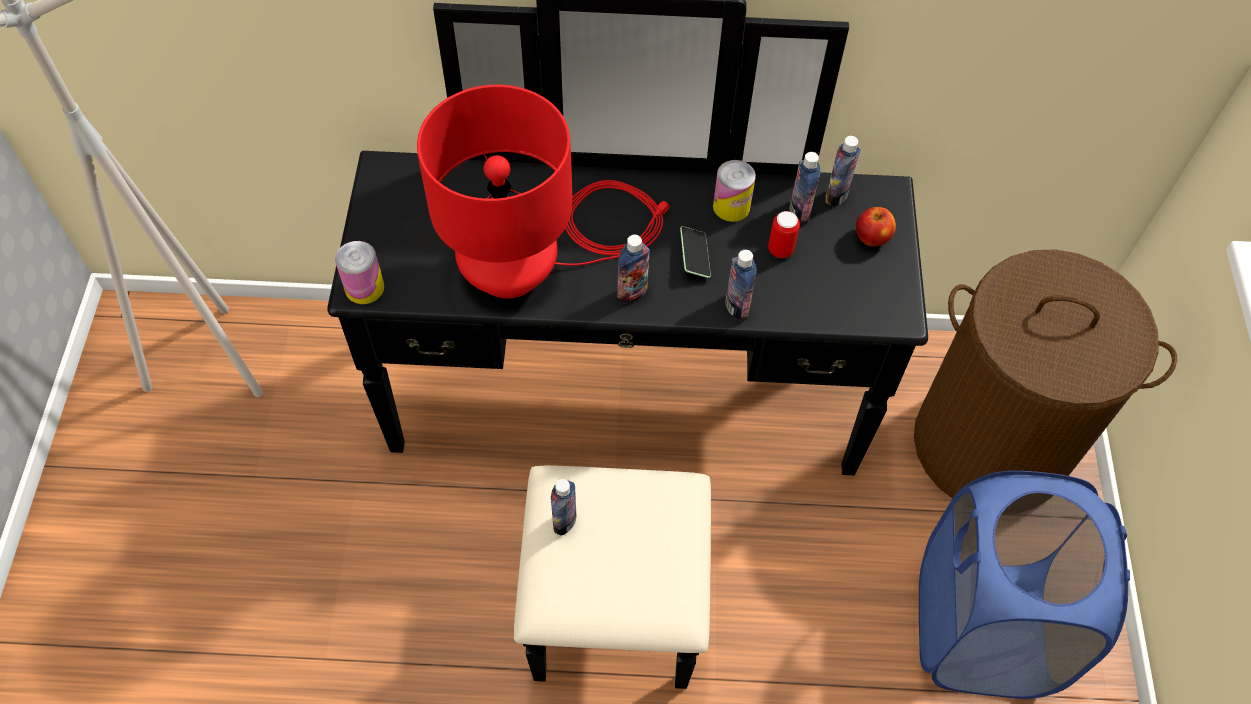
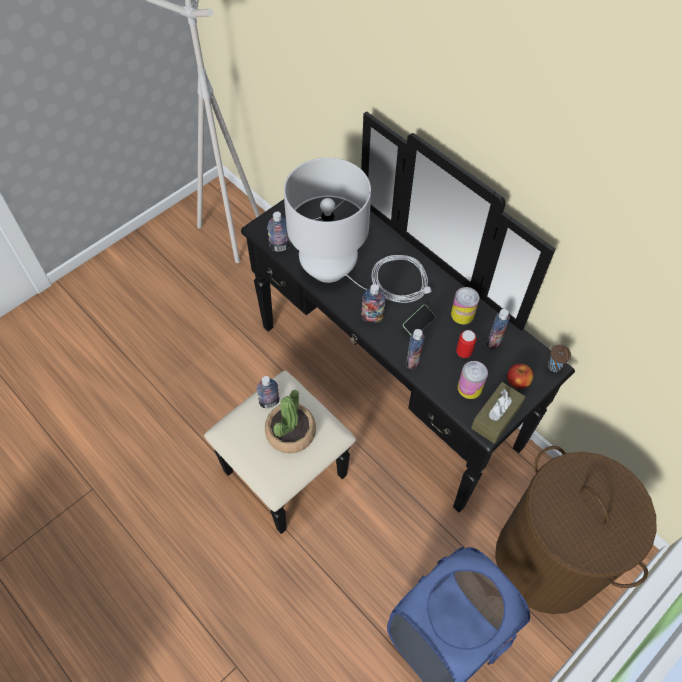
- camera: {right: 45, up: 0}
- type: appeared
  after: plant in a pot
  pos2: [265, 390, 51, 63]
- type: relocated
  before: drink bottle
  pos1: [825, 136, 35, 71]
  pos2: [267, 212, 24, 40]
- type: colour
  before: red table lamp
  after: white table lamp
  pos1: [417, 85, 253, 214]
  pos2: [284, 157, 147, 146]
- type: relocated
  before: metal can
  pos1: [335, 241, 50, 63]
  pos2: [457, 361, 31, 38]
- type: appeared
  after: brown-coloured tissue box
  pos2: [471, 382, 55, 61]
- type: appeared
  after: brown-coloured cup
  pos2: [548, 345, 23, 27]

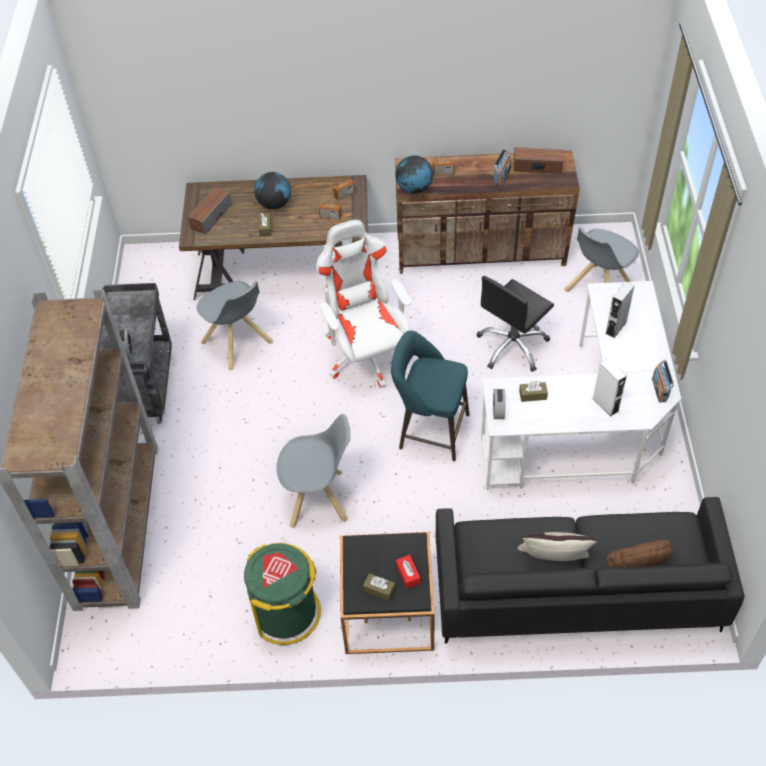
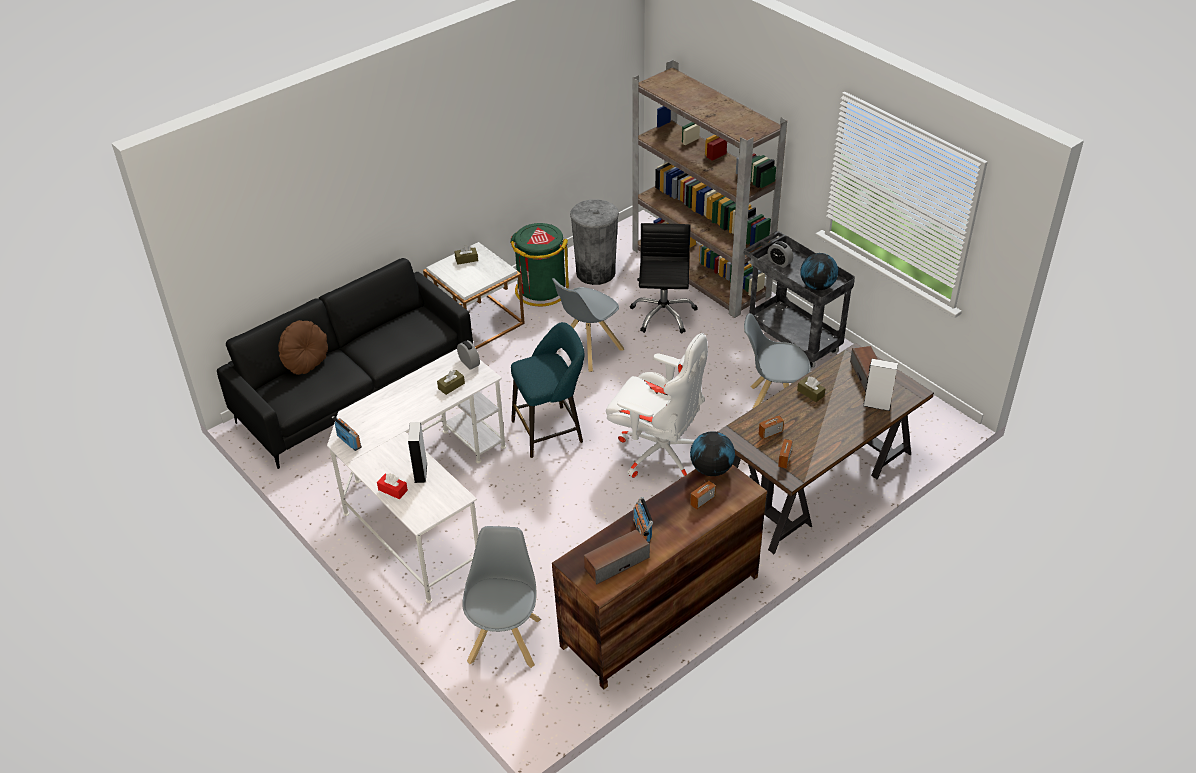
- camera: {right: 140, up: -10}
- type: relocated
  before: red tissue box
  pos1: [396, 555, 25, 34]
  pos2: [377, 474, 31, 25]
- type: colour
  before: black accent table
  after: white accent table
  pos1: [340, 532, 95, 122]
  pos2: [423, 242, 102, 107]
- type: appeared
  after: grey waste bin
  pos2: [570, 199, 49, 86]
- type: relocated
  before: black office chair
  pos1: [477, 276, 77, 96]
  pos2: [630, 223, 68, 111]
- type: relocated
  before: globe
  pos1: [254, 172, 37, 37]
  pos2: [800, 253, 38, 37]
- type: relocated
  before: white speaker
  pos1: [592, 359, 35, 57]
  pos2: [863, 359, 35, 52]
- type: missing
  before: throw pillow
  pos1: [517, 532, 80, 29]

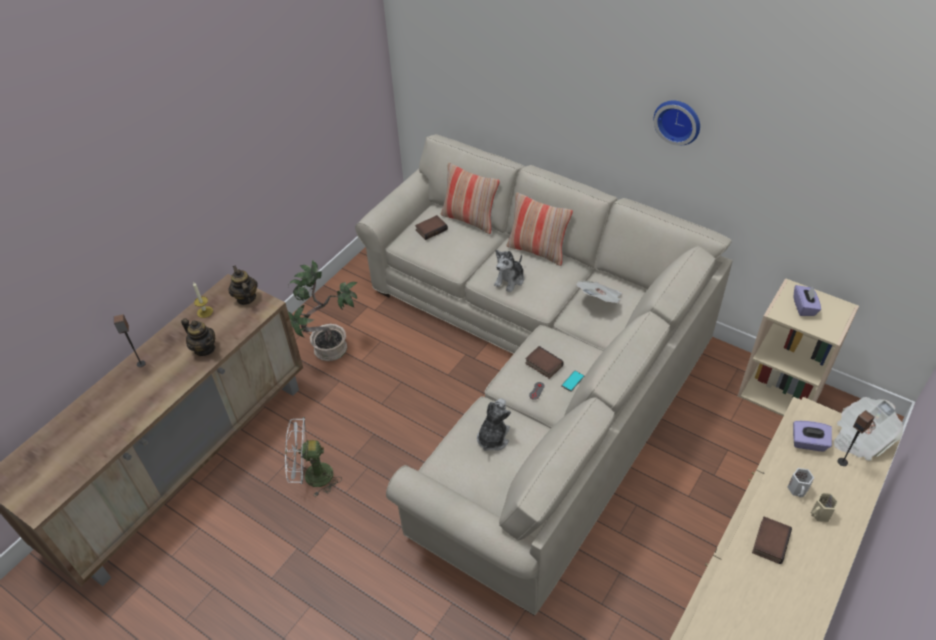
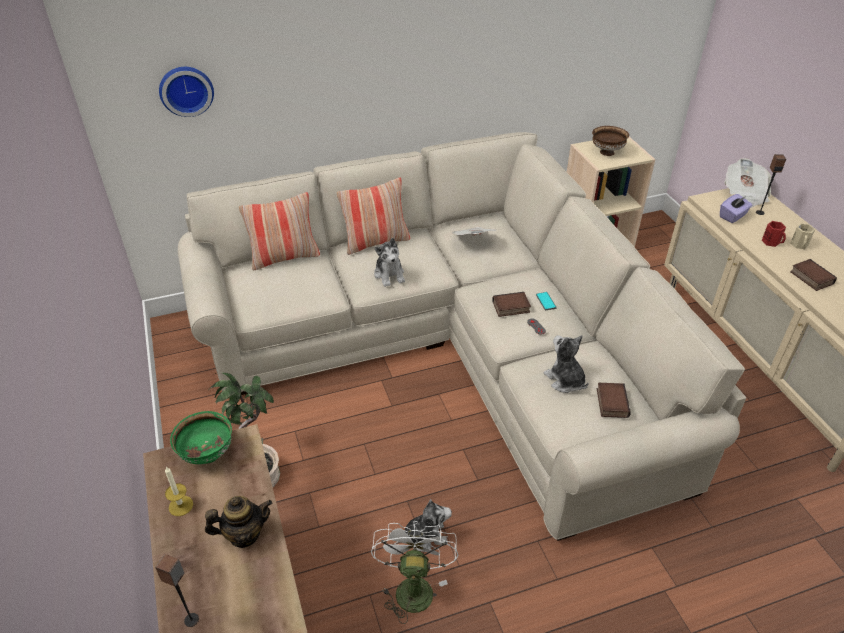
- camera: {right: -55, up: -5}
- type: relocated
  before: clock on the wall
  pos1: [654, 100, 46, 46]
  pos2: [159, 67, 55, 50]
- type: exchanged
  before: pot for tea
  after: green-coloured bowl
  pos1: [229, 265, 29, 40]
  pos2: [170, 411, 62, 53]
- type: spun
  before: white electric fan
  pos1: [285, 417, 57, 79]
  pos2: [371, 521, 87, 103]
  turn: 150
- type: appeared
  after: plush toy
  pos2: [396, 499, 56, 53]
- type: exchanged
  before: purple-coloured tissue box
  after: brown-coloured bowl
  pos1: [794, 285, 27, 31]
  pos2: [592, 126, 37, 30]
- type: relocated
  before: volume
  pos1: [415, 215, 33, 25]
  pos2: [597, 383, 34, 35]
- type: colour
  before: white mug
  after: red mug
  pos1: [787, 468, 27, 30]
  pos2: [762, 221, 24, 26]

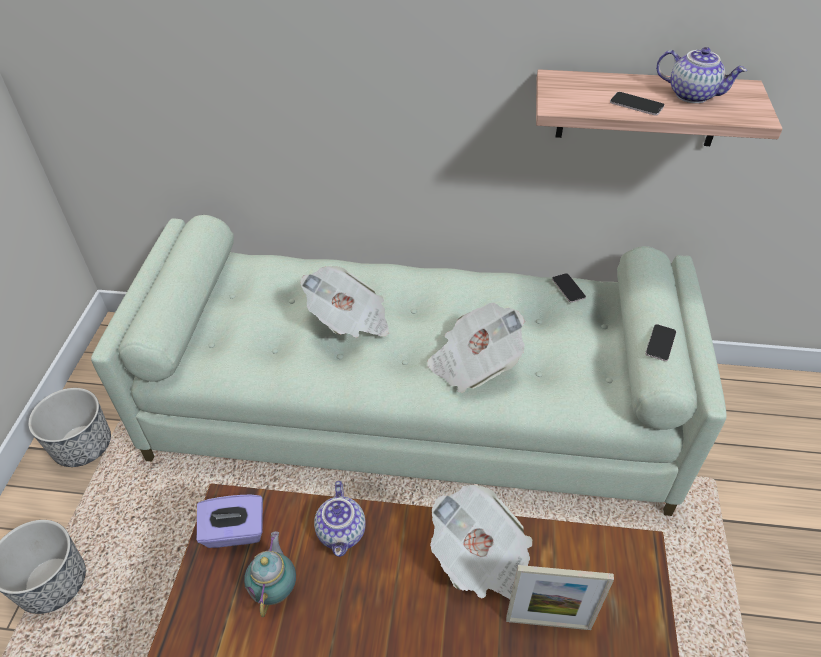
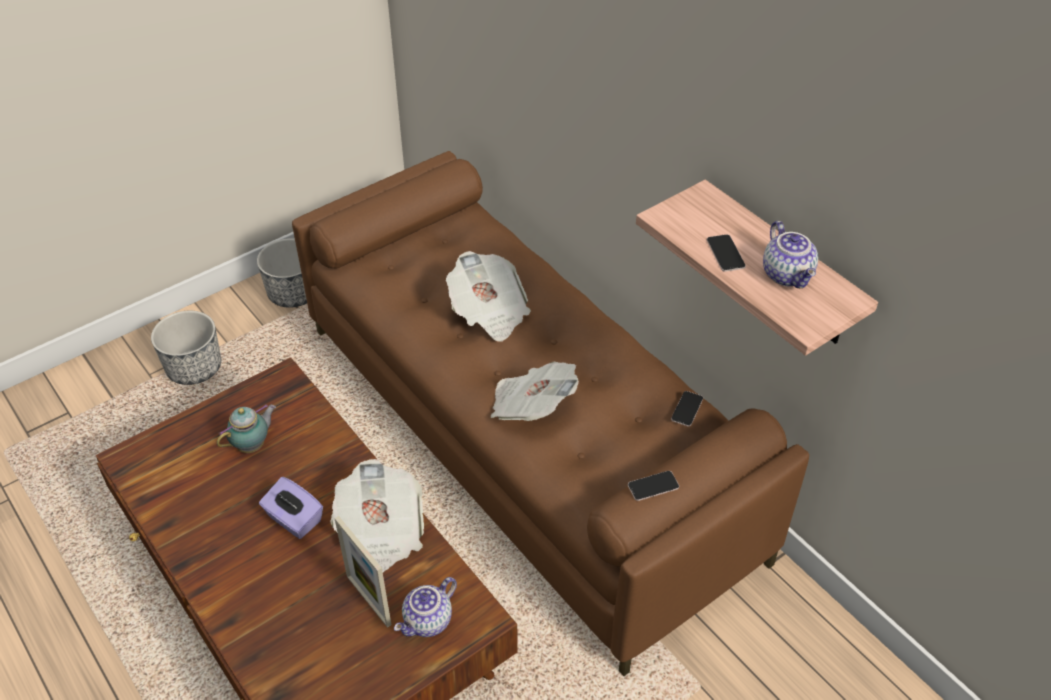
- camera: {right: 45, up: 0}
- type: relocated
  before: purple-coloured tissue box
  pos1: [197, 494, 66, 54]
  pos2: [259, 477, 64, 62]
- type: colour
  before: white couch
  after: brown-coloured couch
  pos1: [91, 215, 636, 301]
  pos2: [292, 151, 517, 525]
- type: relocated
  before: pot for tea
  pos1: [314, 481, 52, 76]
  pos2: [394, 577, 63, 60]

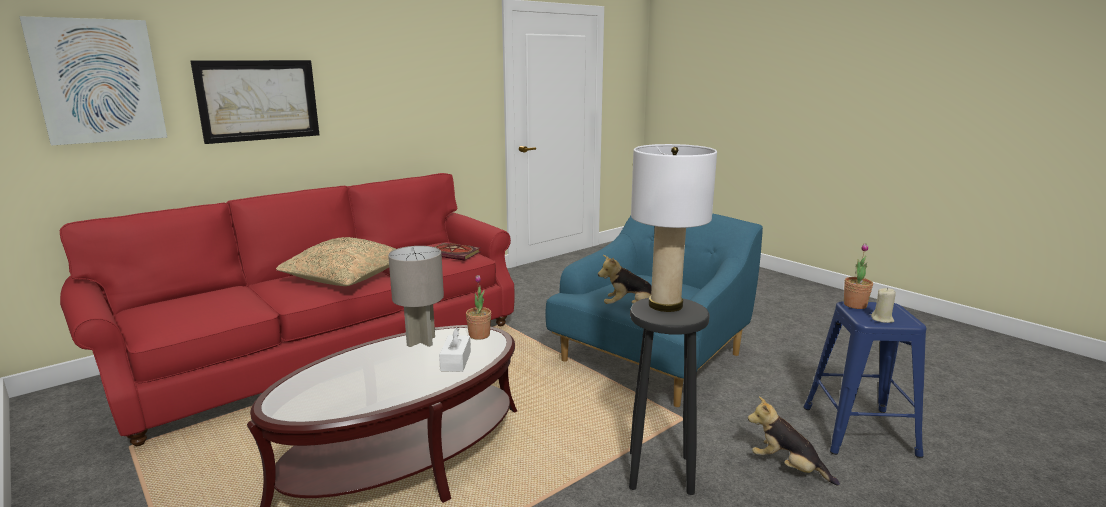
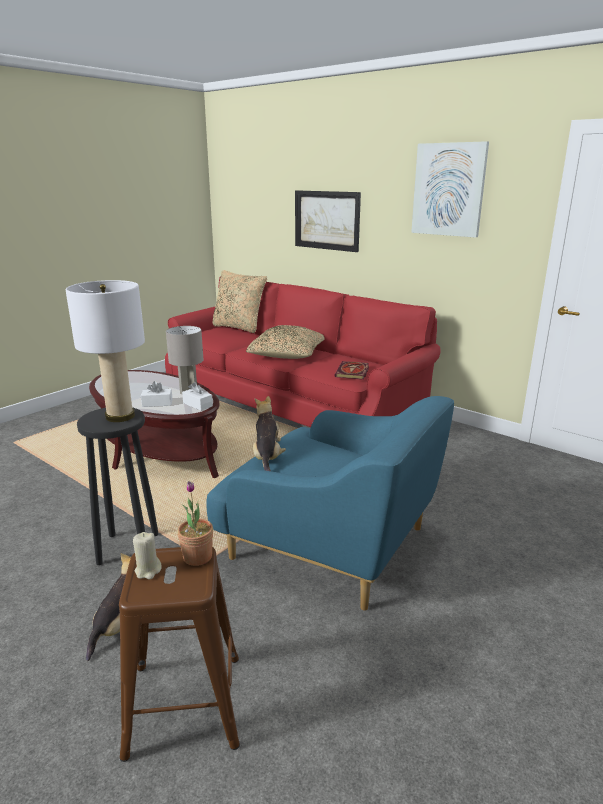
- camera: {right: 80, up: 5}
- type: colour
  before: blue-coloured stool seat
  after: brown-coloured stool seat
  pos1: [803, 301, 124, 157]
  pos2: [119, 547, 121, 215]
- type: exchanged
  before: plant in a pot
  after: white tissue box
  pos1: [466, 275, 25, 65]
  pos2: [182, 382, 31, 29]
- type: appeared
  after: beige throw pillow
  pos2: [213, 270, 55, 63]
- type: relocated
  before: wall picture
  pos1: [19, 16, 148, 130]
  pos2: [411, 141, 78, 97]

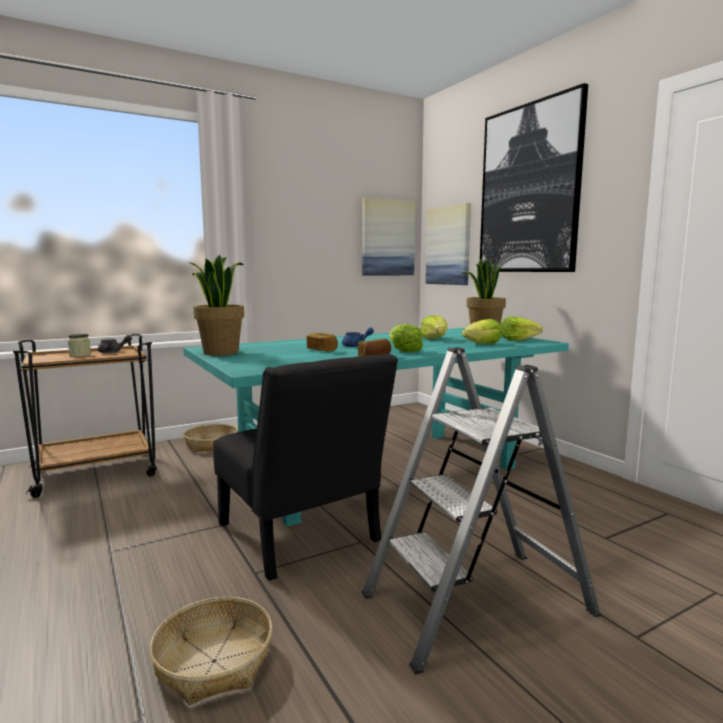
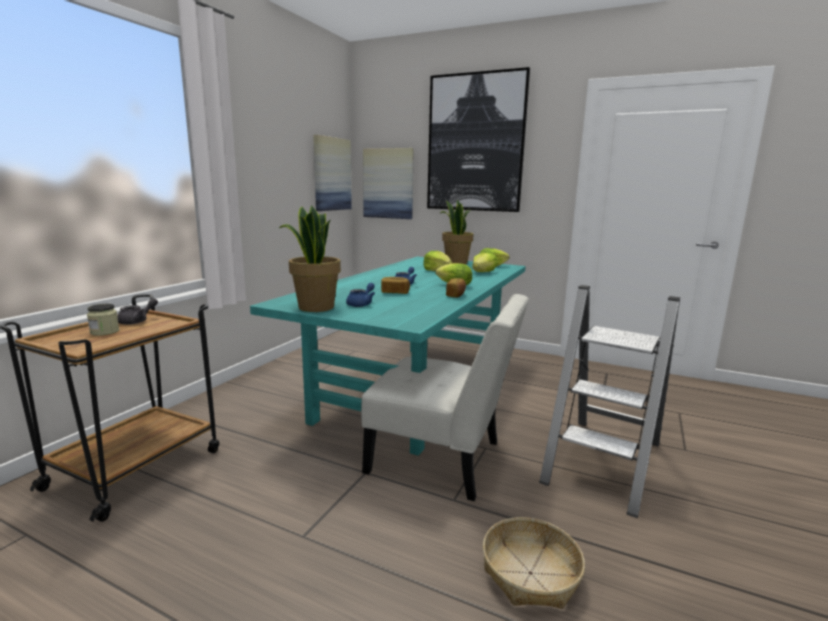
- camera: {right: -35, up: 5}
- type: appeared
  after: blue-coloured pot for tea
  pos2: [346, 283, 29, 24]
- type: colour
  before: black plain chair
  after: white plain chair
  pos1: [213, 354, 185, 227]
  pos2: [361, 294, 168, 207]
- type: missing
  before: basket
  pos1: [183, 424, 55, 28]

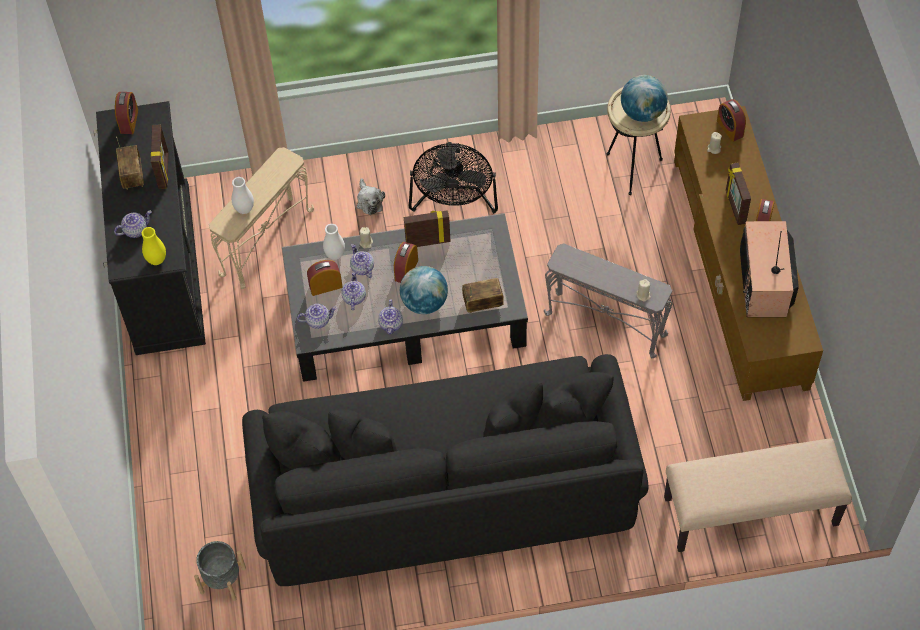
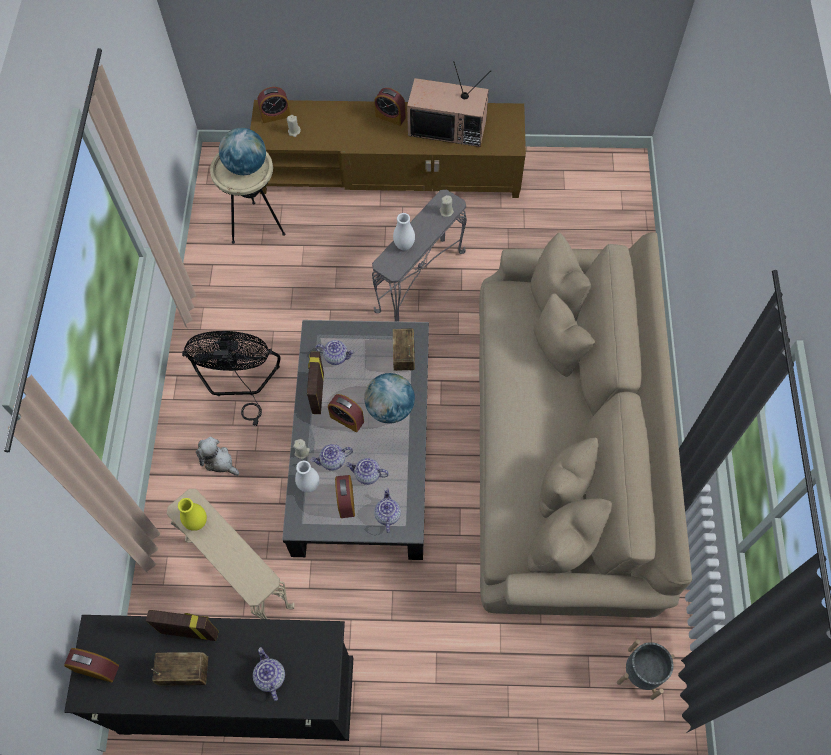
- camera: {right: -80, up: 5}
- type: relocated
  before: yellowish flower vase
  pos1: [141, 227, 25, 38]
  pos2: [178, 498, 29, 33]
- type: spun
  before: black electric fan
  pos1: [409, 142, 89, 72]
  pos2: [182, 331, 98, 96]
  turn: -105
- type: spun
  before: plush toy
  pos1: [357, 178, 28, 37]
  pos2: [196, 437, 43, 39]
  turn: -135
- type: relocated
  before: pot for tea
  pos1: [378, 299, 25, 36]
  pos2: [315, 340, 40, 25]
- type: relocated
  before: white flower vase
  pos1: [232, 177, 22, 37]
  pos2: [393, 213, 22, 38]
- type: colour
  before: black couch
  after: beige couch
  pos1: [242, 354, 406, 232]
  pos2: [479, 232, 213, 386]
- type: missing
  before: beige indoor bench
  pos1: [664, 438, 188, 114]
- type: missing
  before: photo frame
  pos1: [726, 163, 25, 62]

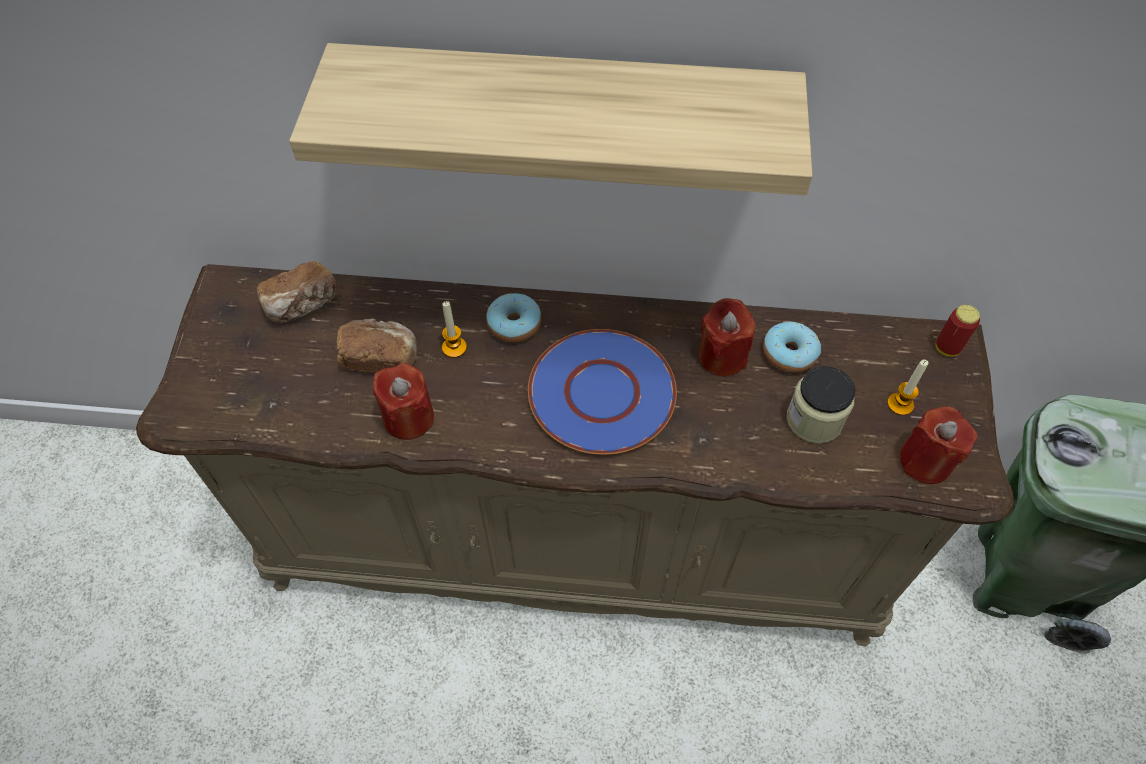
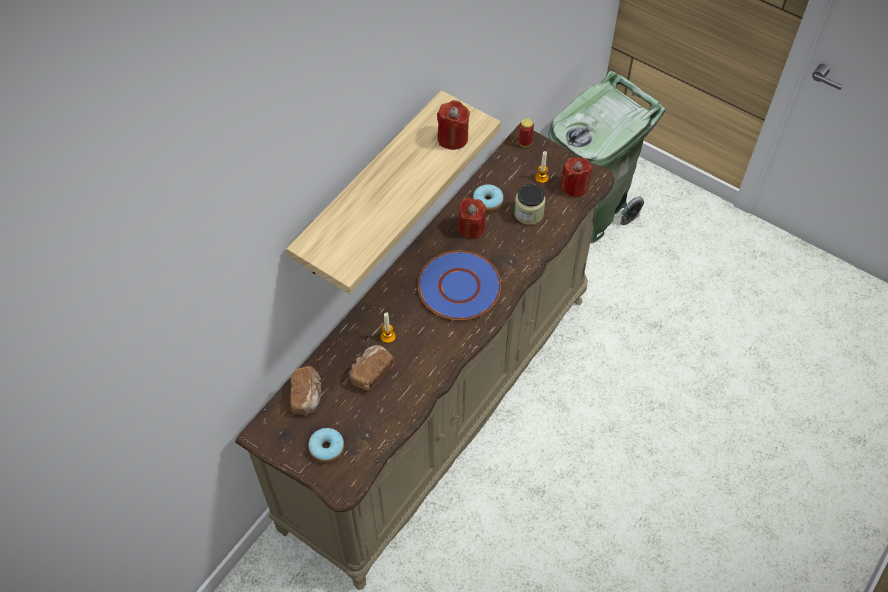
- camera: {right: -60, up: 0}
- type: relocated
  before: donut
  pos1: [486, 293, 55, 50]
  pos2: [309, 428, 35, 34]
- type: relocated
  before: red candle
  pos1: [373, 363, 61, 77]
  pos2: [437, 100, 33, 50]

